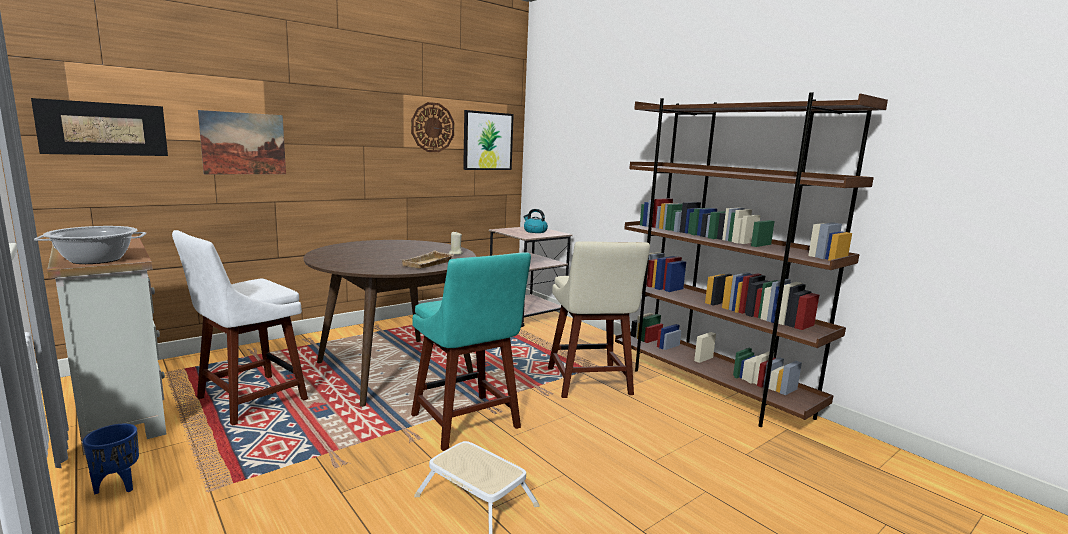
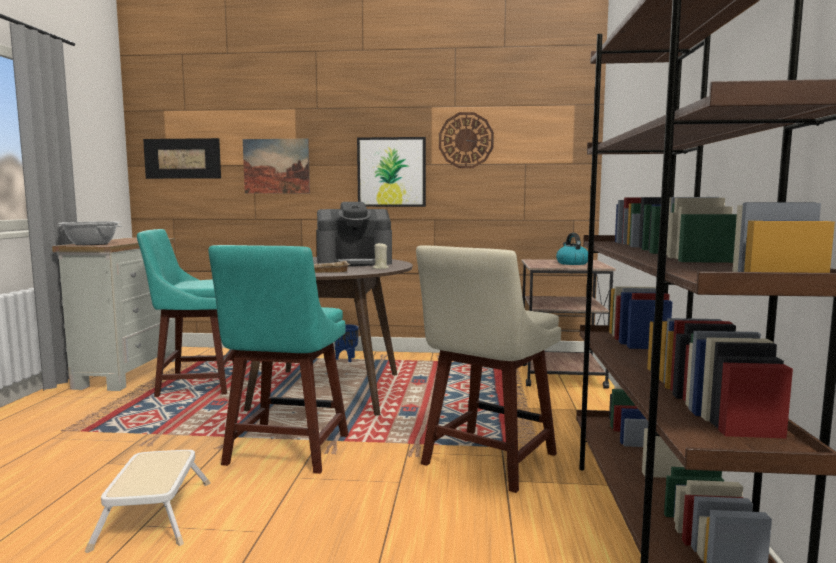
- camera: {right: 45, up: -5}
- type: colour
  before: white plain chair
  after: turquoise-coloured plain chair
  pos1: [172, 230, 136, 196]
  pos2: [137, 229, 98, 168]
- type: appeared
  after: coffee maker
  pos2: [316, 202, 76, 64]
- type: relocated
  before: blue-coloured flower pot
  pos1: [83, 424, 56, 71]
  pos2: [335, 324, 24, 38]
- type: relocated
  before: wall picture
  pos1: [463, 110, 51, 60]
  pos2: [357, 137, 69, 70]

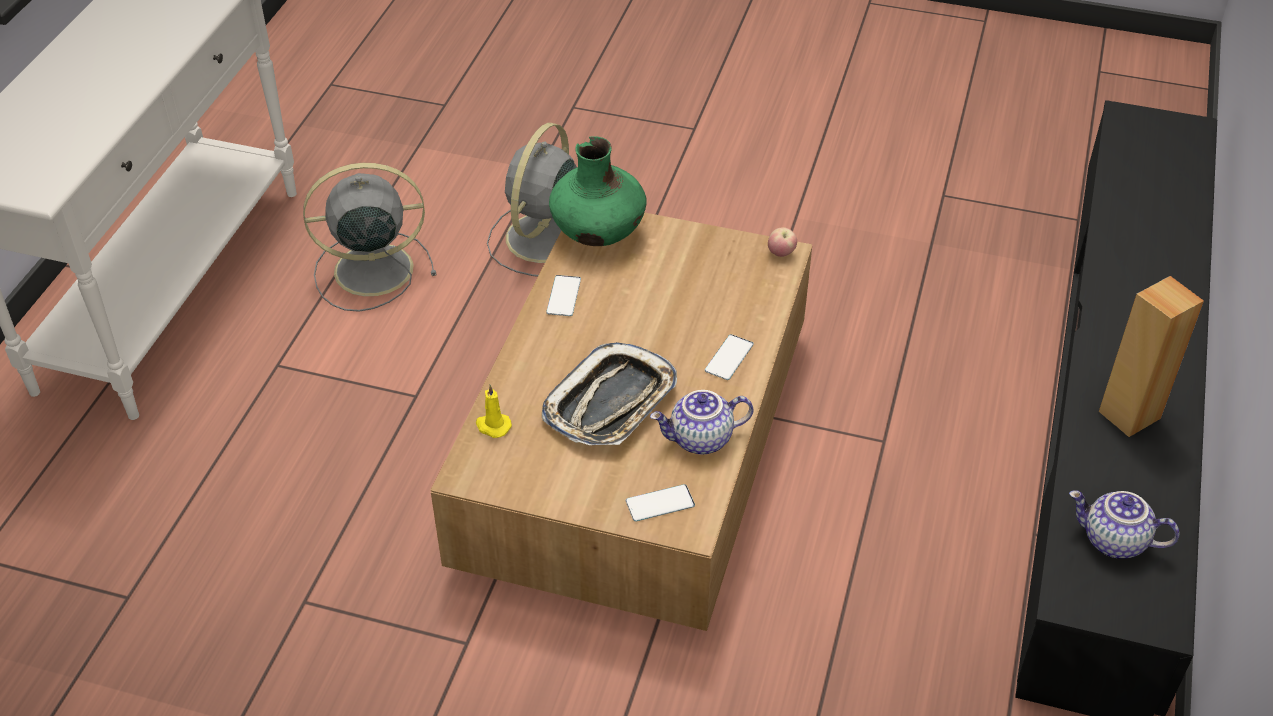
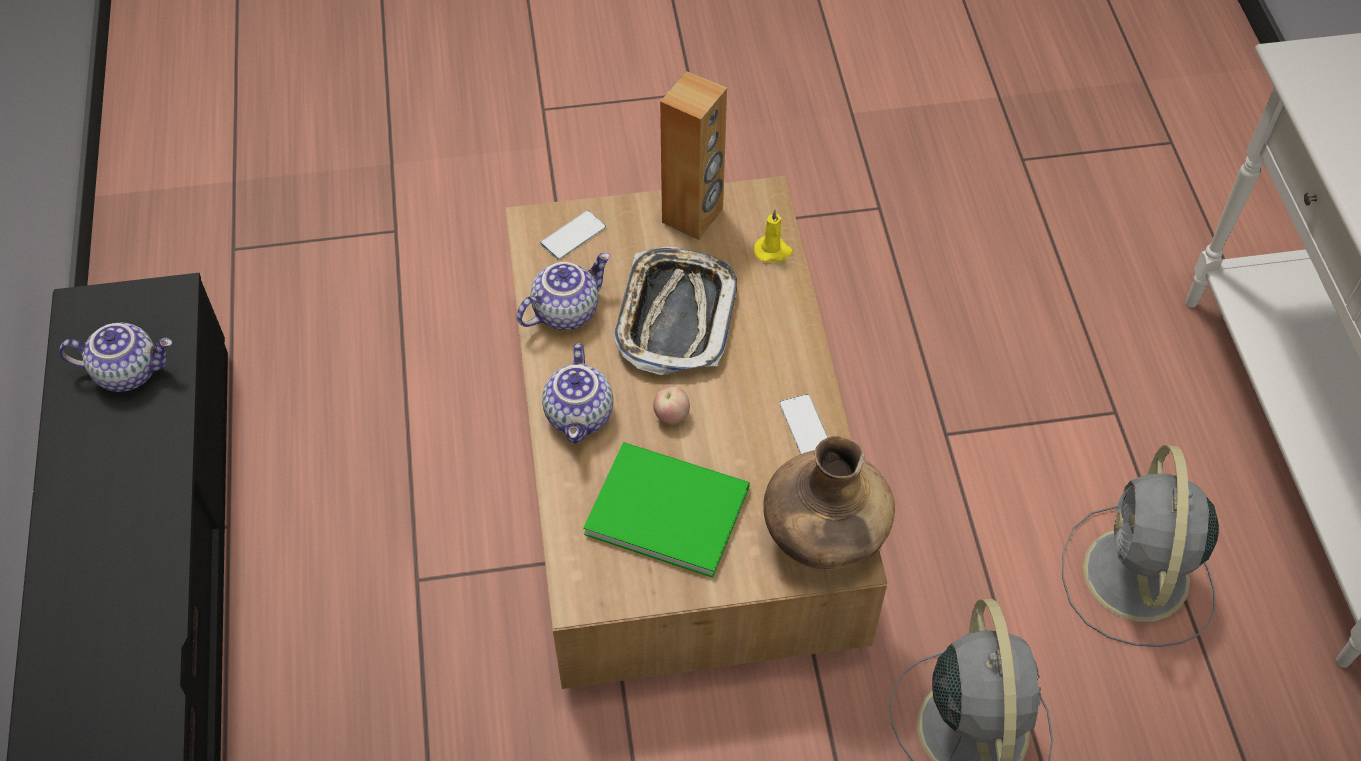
- camera: {right: 155, up: 10}
- type: exchanged
  before: phone
  after: pot for tea
  pos1: [705, 334, 49, 46]
  pos2: [542, 343, 71, 101]
- type: appeared
  after: green-coloured volume
  pos2: [583, 442, 167, 136]
- type: relocated
  before: apple fruit
  pos1: [768, 227, 29, 30]
  pos2: [653, 386, 37, 38]
- type: relocated
  before: brown-coloured speaker
  pos1: [1099, 276, 105, 161]
  pos2: [660, 71, 67, 169]
- type: colour
  before: green-coloured flower vase
  after: brown-coloured flower vase
  pos1: [549, 136, 98, 110]
  pos2: [763, 436, 132, 134]
- type: spun
  before: grey electric fan
  pos1: [303, 163, 133, 149]
  pos2: [1062, 445, 157, 202]
  turn: 135

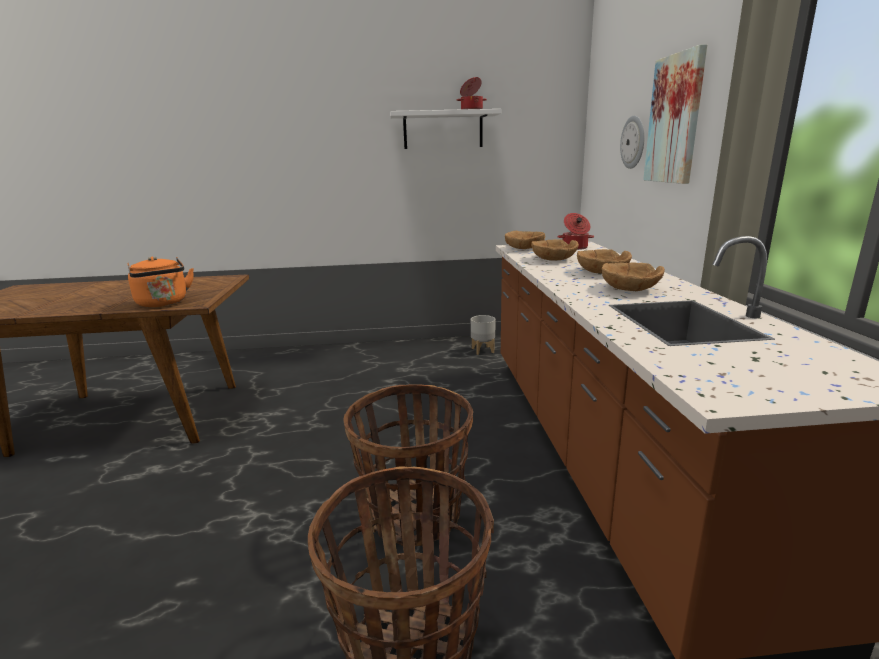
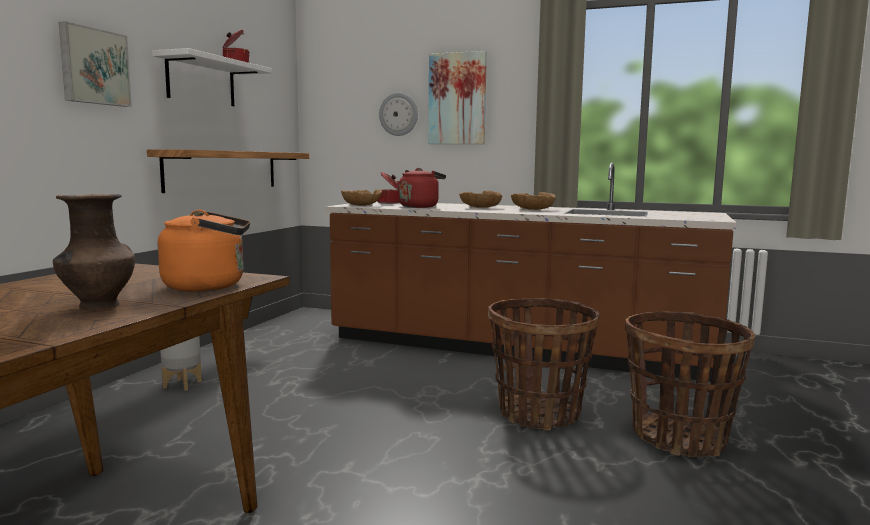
- camera: {right: -65, up: -10}
- type: appeared
  after: brown-coloured flower vase
  pos2: [53, 194, 82, 116]
- type: appeared
  after: wall picture
  pos2: [59, 21, 73, 86]
- type: appeared
  after: shelf
  pos2: [147, 149, 162, 44]
- type: relocated
  before: grey flower pot
  pos1: [471, 315, 24, 40]
  pos2: [160, 336, 42, 55]
- type: exchanged
  before: brown-coloured bowl
  after: red tea kettle
  pos1: [531, 239, 48, 22]
  pos2: [397, 168, 49, 40]

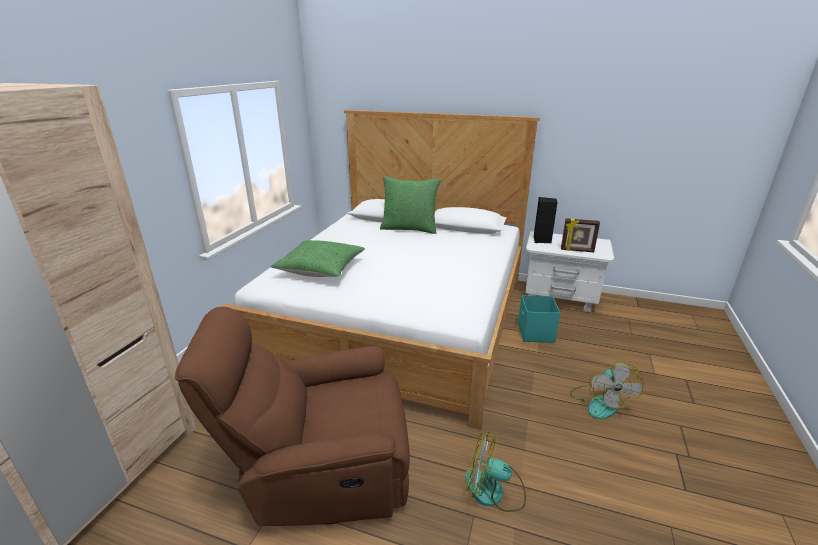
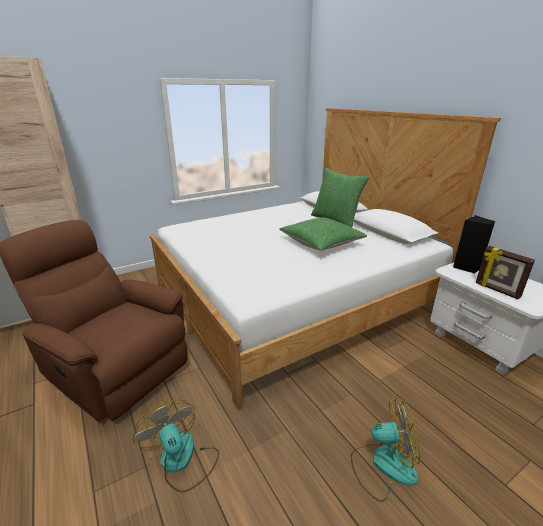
- camera: {right: 40, up: 0}
- type: relocated
  before: green-coloured throw pillow
  pos1: [270, 240, 95, 37]
  pos2: [279, 217, 88, 34]
- type: spun
  before: electric fan
  pos1: [570, 361, 74, 58]
  pos2: [350, 397, 70, 105]
  turn: -135
- type: missing
  before: turquoise-coloured storage container
  pos1: [518, 295, 42, 48]

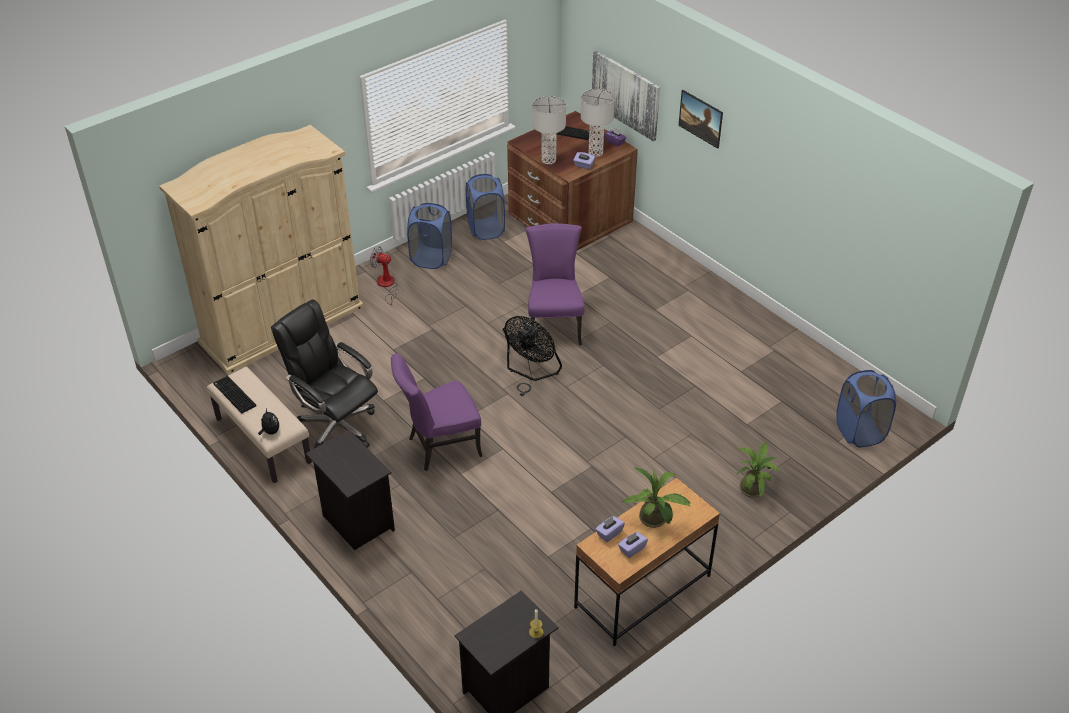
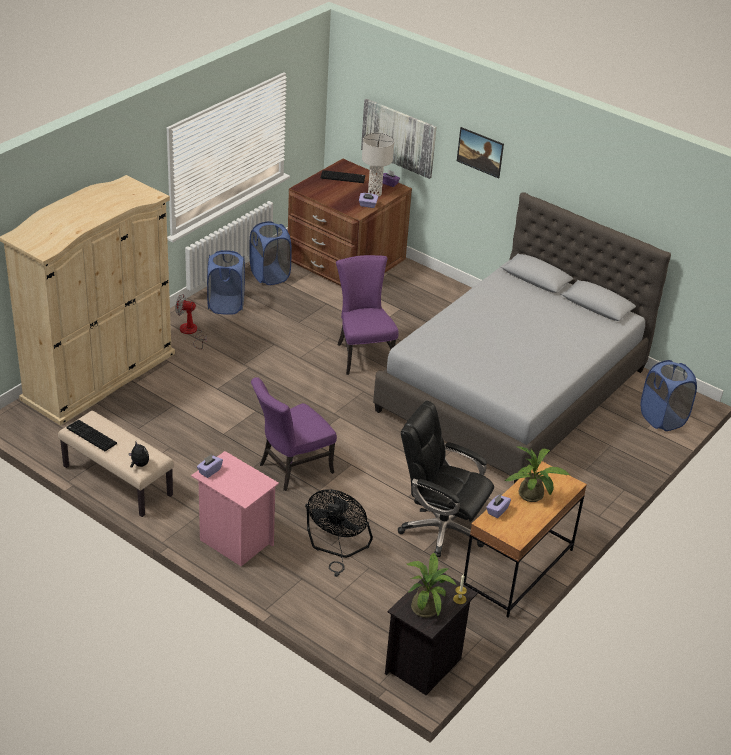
- camera: {right: -15, up: -5}
- type: colour
  before: black bedside table
  after: pink bedside table
  pos1: [306, 430, 89, 120]
  pos2: [191, 451, 88, 115]
- type: relocated
  before: purple-coloured tissue box
  pos1: [618, 532, 30, 26]
  pos2: [197, 454, 26, 24]
- type: relocated
  before: black electric fan
  pos1: [502, 316, 60, 80]
  pos2: [305, 489, 68, 88]
- type: appeared
  after: grey bed
  pos2: [373, 192, 298, 291]
- type: relocated
  before: black office chair
  pos1: [271, 299, 107, 150]
  pos2: [398, 401, 96, 156]
- type: relocated
  before: plant in a pot
  pos1: [737, 442, 43, 56]
  pos2: [406, 553, 51, 65]
- type: missing
  before: white table lamp
  pos1: [533, 96, 33, 68]

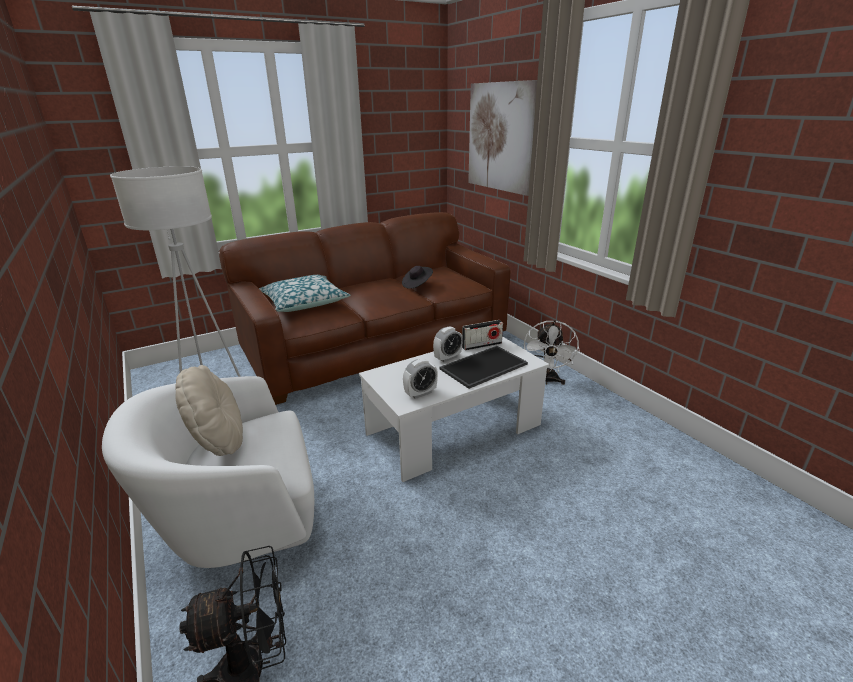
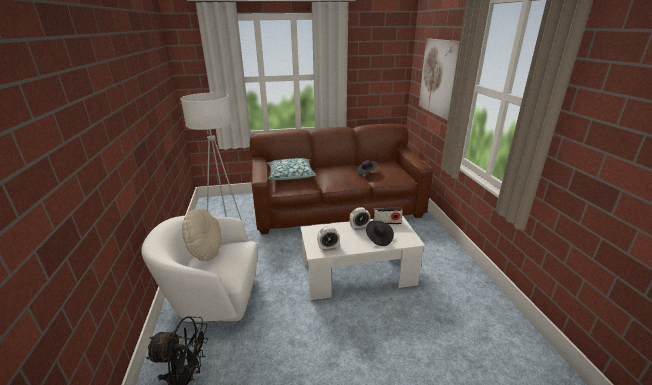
- camera: {right: 20, up: 0}
- type: exchanged
  before: tray
  after: black clothing hat
  pos1: [439, 346, 89, 43]
  pos2: [366, 221, 28, 25]
- type: missing
  before: white electric fan
  pos1: [524, 320, 56, 65]

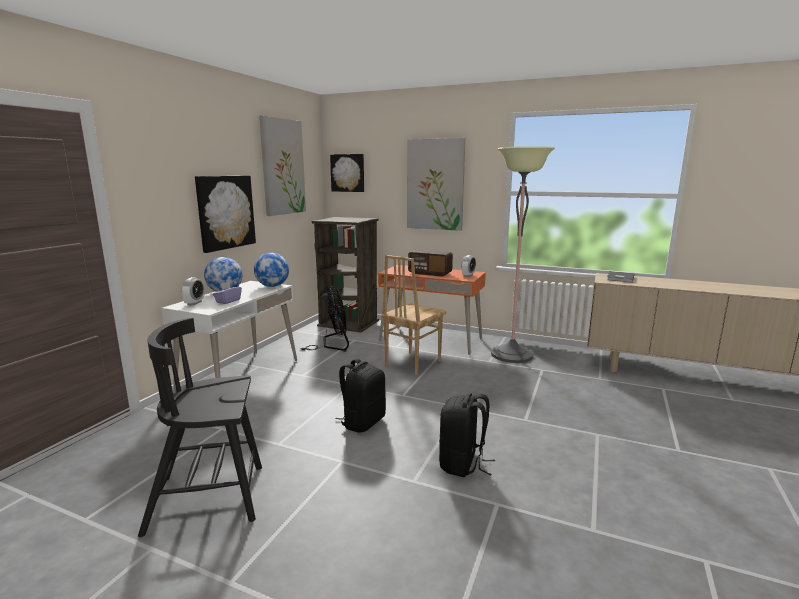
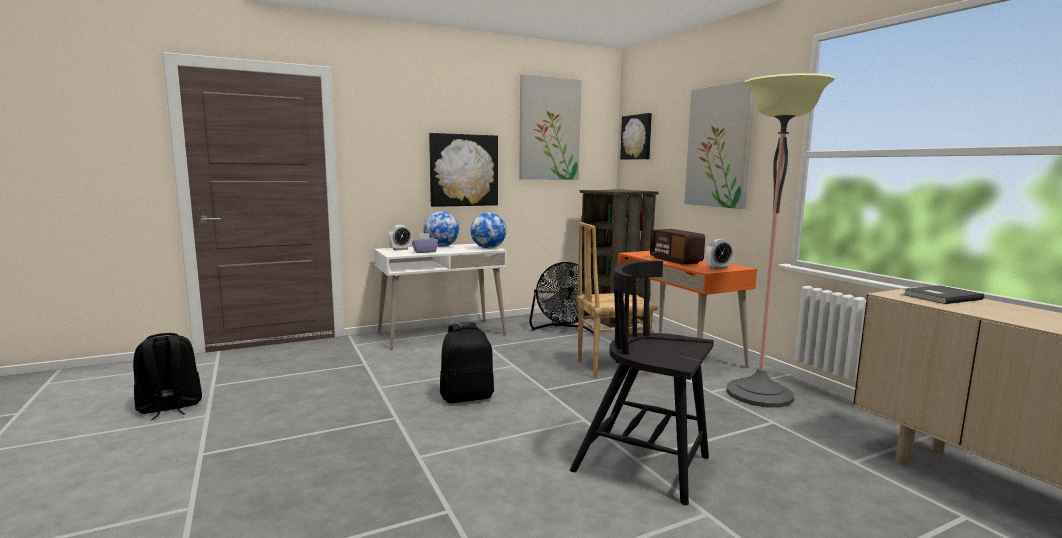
- camera: {right: 40, up: -5}
- type: relocated
  before: black knapsack
  pos1: [439, 393, 56, 84]
  pos2: [133, 333, 69, 87]
- type: spun
  before: black electric fan
  pos1: [301, 285, 48, 67]
  pos2: [529, 262, 65, 73]
  turn: 75
- type: relocated
  before: black plain chair
  pos1: [138, 318, 124, 219]
  pos2: [570, 261, 144, 244]

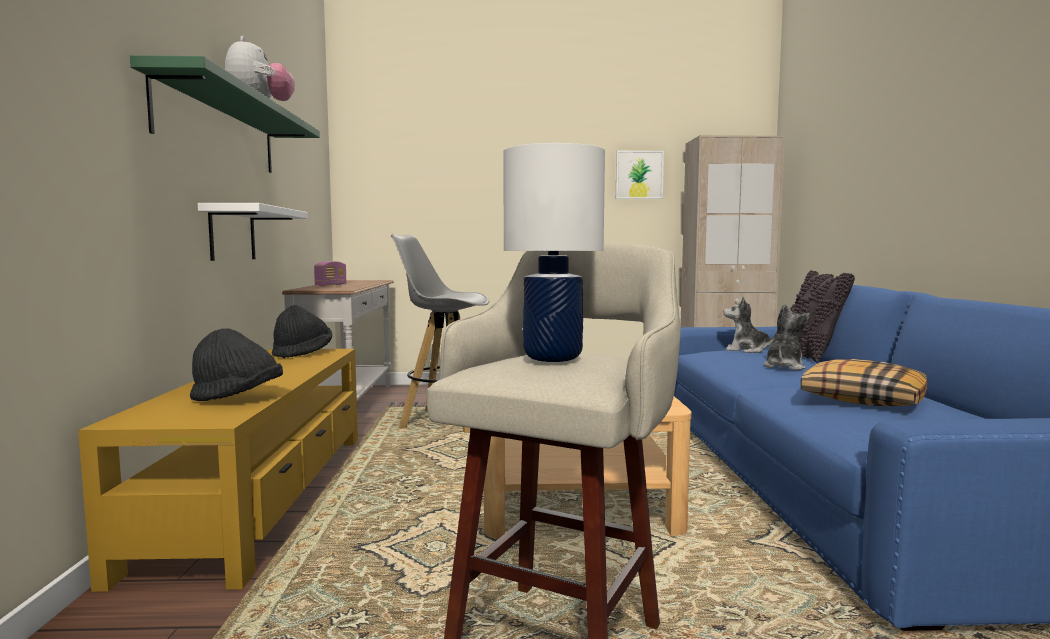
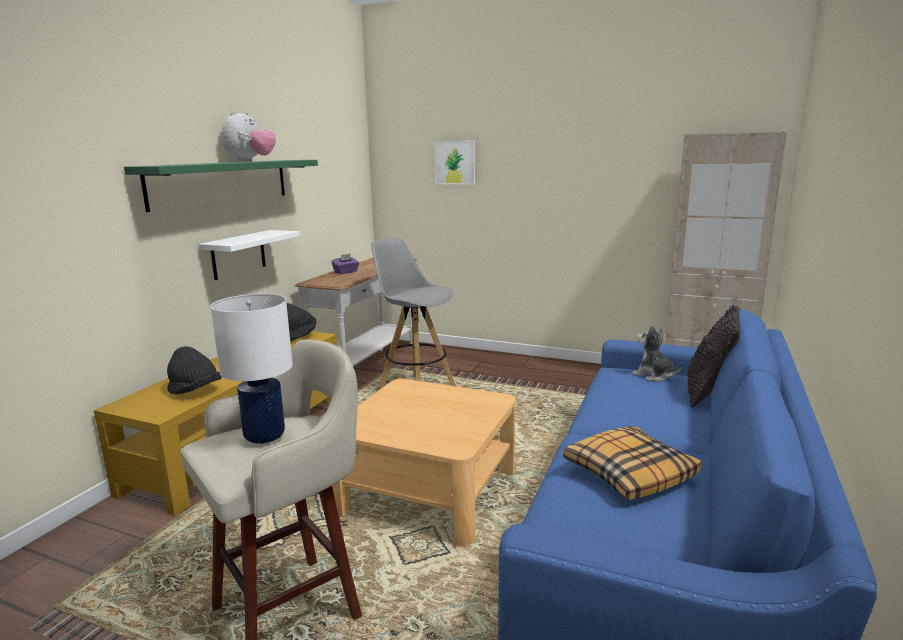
- camera: {right: 25, up: 10}
- type: exchanged
  before: radio receiver
  after: purple-coloured tissue box
  pos1: [314, 261, 33, 25]
  pos2: [331, 254, 28, 20]
- type: relocated
  before: wall picture
  pos1: [616, 151, 48, 48]
  pos2: [434, 141, 41, 44]
- type: missing
  before: plush toy
  pos1: [763, 304, 47, 66]

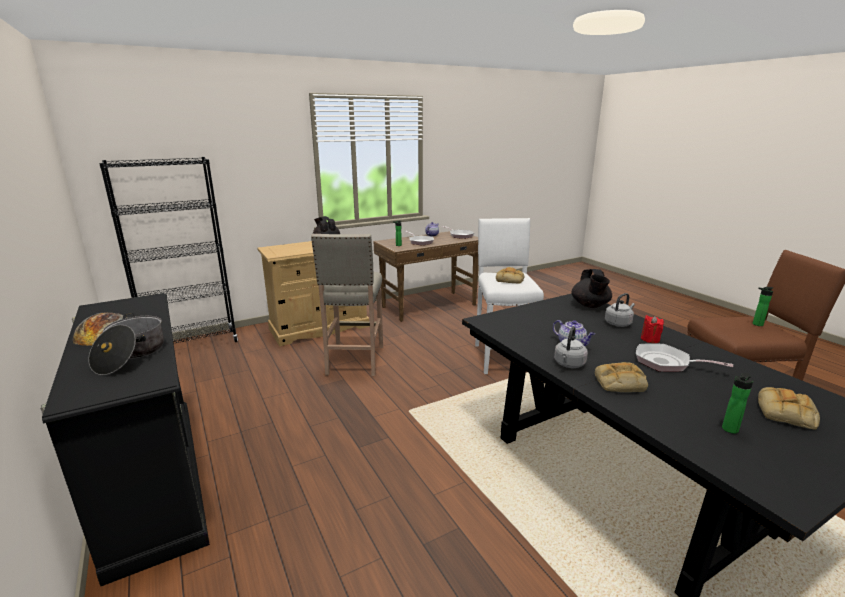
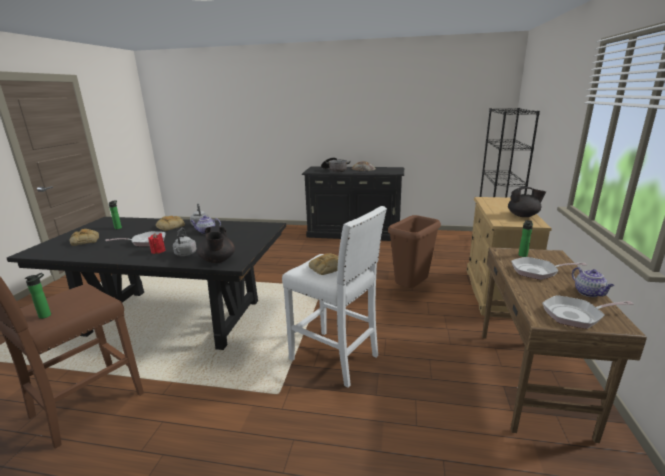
- camera: {right: 130, up: 0}
- type: spun
  before: black pot for tea
  pos1: [571, 269, 41, 39]
  pos2: [197, 226, 38, 37]
  turn: -150
- type: exchanged
  before: beige stool seat
  after: brown-coloured waste bin
  pos1: [311, 234, 72, 142]
  pos2: [388, 215, 53, 73]

